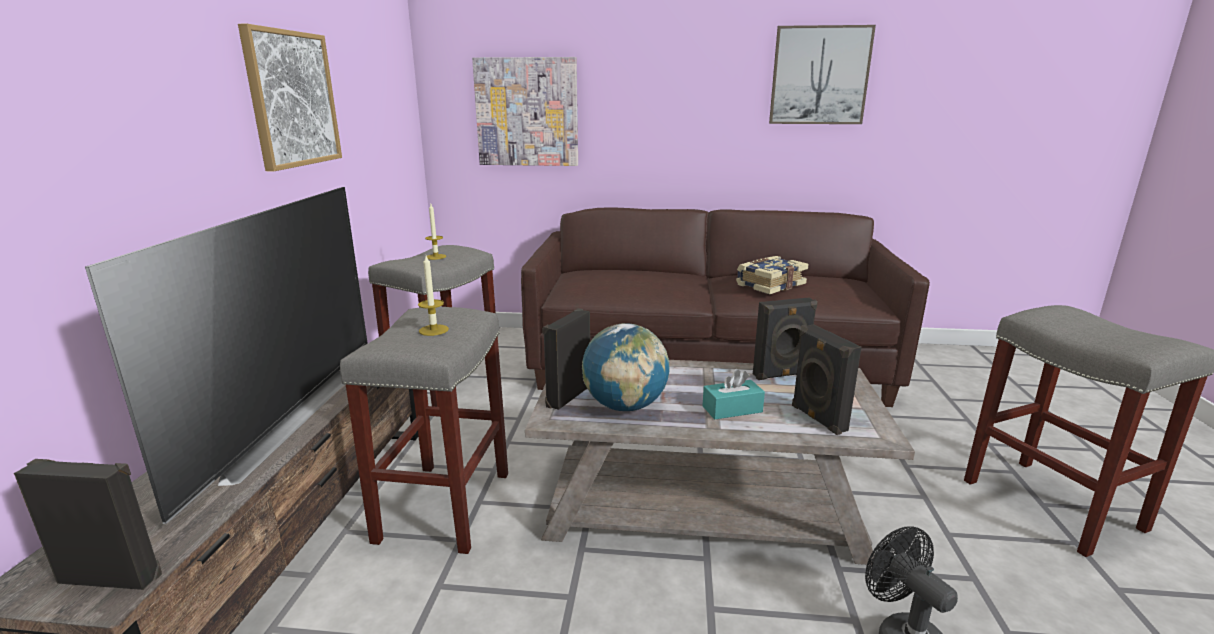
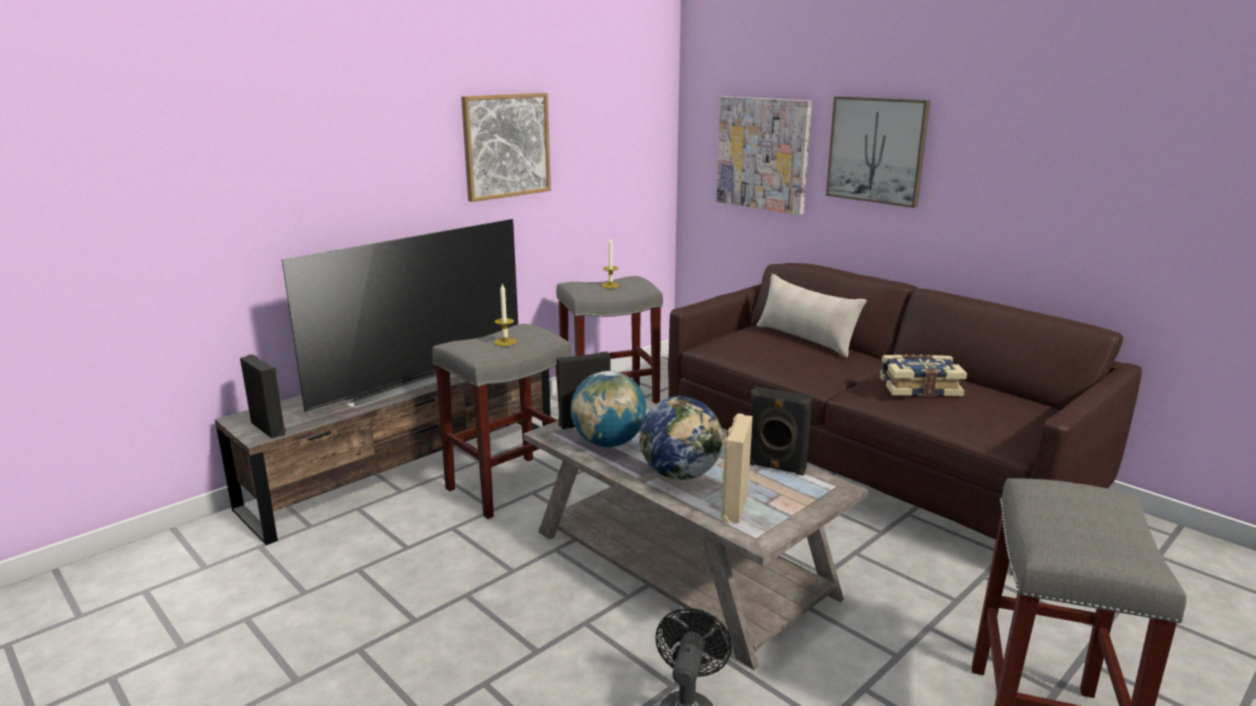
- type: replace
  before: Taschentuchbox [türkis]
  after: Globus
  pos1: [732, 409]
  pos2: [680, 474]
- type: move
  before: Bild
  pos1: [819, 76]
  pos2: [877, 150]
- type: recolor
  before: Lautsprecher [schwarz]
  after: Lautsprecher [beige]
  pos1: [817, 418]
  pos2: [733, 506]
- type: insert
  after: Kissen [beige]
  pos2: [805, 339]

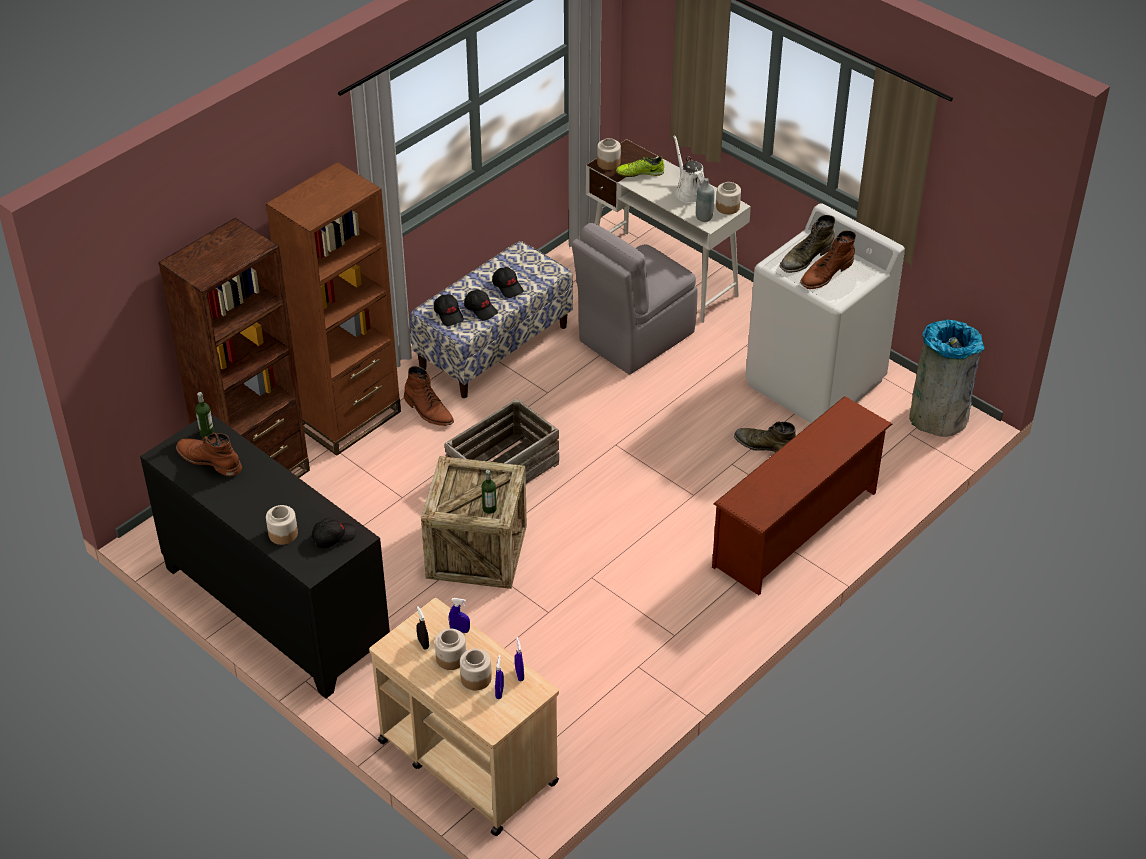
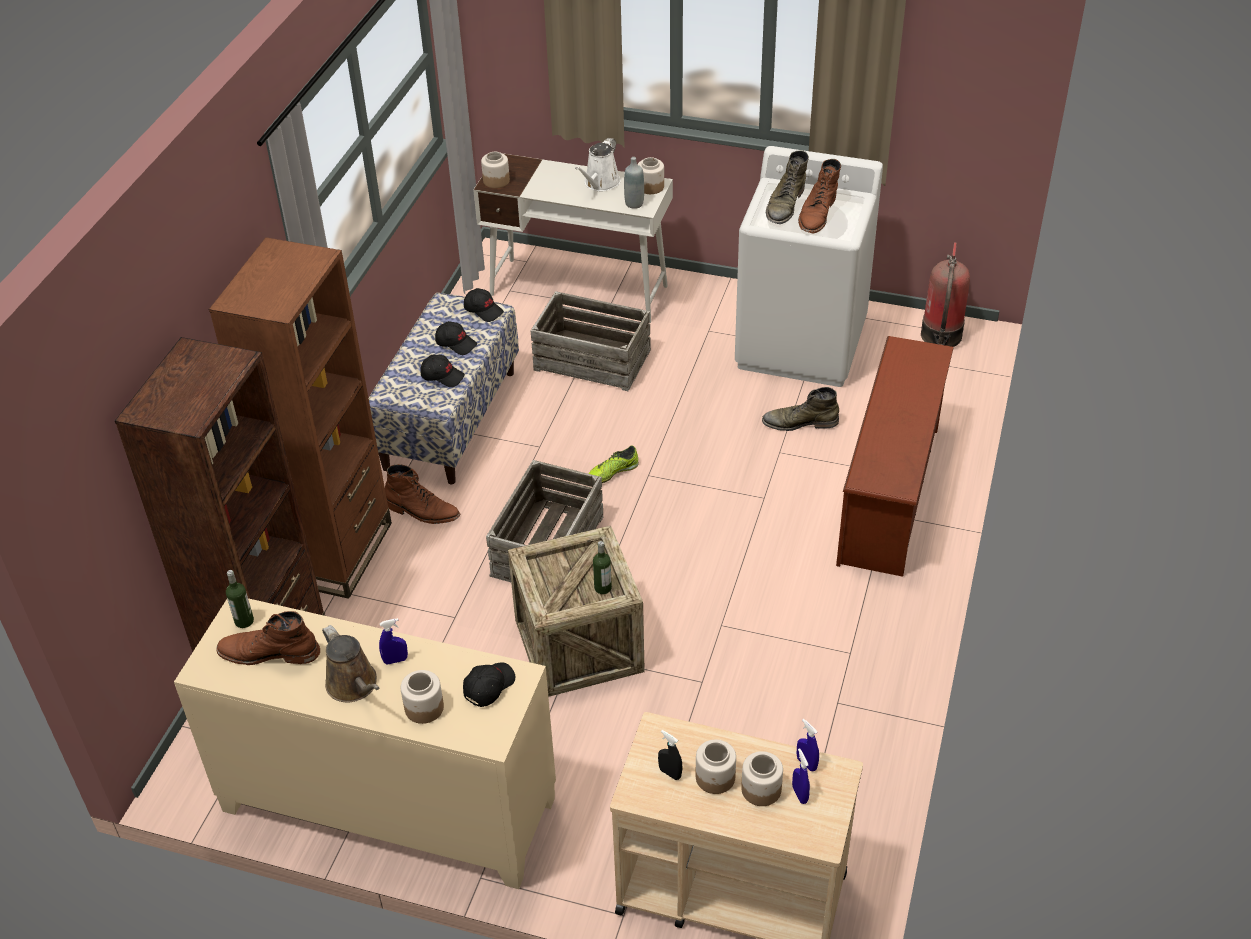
- type: recolor
  before: Schrank [schwarz]
  after: Schrank [beige]
  pos1: [274, 609]
  pos2: [387, 806]
- type: move
  before: Kappe [schwarz]
  pos1: [449, 314]
  pos2: [483, 310]
- type: move
  before: Sprühflasche [blau]
  pos1: [460, 630]
  pos2: [395, 660]
- type: replace
  before: Stuhl [grau]
  after: Kiste
  pos1: [634, 338]
  pos2: [591, 361]
- type: move
  before: Schuh
  pos1: [640, 173]
  pos2: [612, 472]
- type: rotate
  before: Gießkanne [weiß]
  pos1: [689, 191]
  pos2: [600, 183]
  turn: -105
- type: replace
  before: Mülleimer [grau]
  after: Feuerlöscher
  pos1: [938, 418]
  pos2: [941, 338]
- type: insert
  after: Gießkanne [braun]
  pos2: [354, 685]

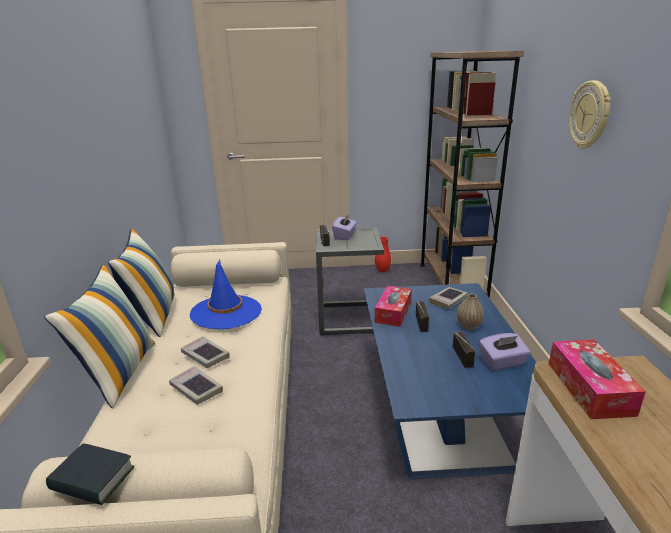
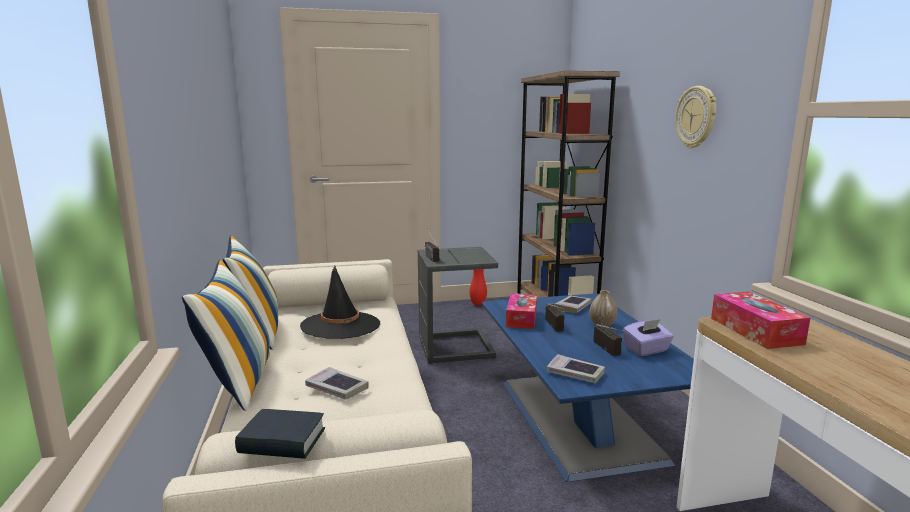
- type: move
  before: Buch
  pos1: [205, 355]
  pos2: [575, 373]
- type: recolor
  before: Hut [blau]
  after: Hut [schwarz]
  pos1: [226, 312]
  pos2: [340, 325]
- type: delete
  before: Taschentuchbox [lila]
  pos1: [345, 236]

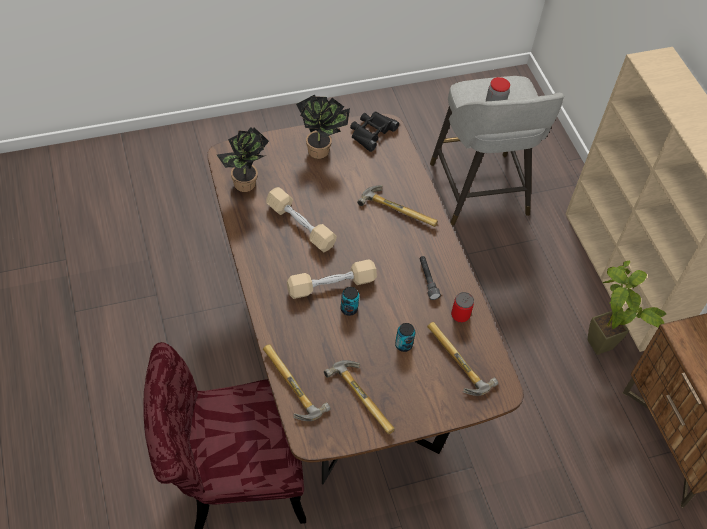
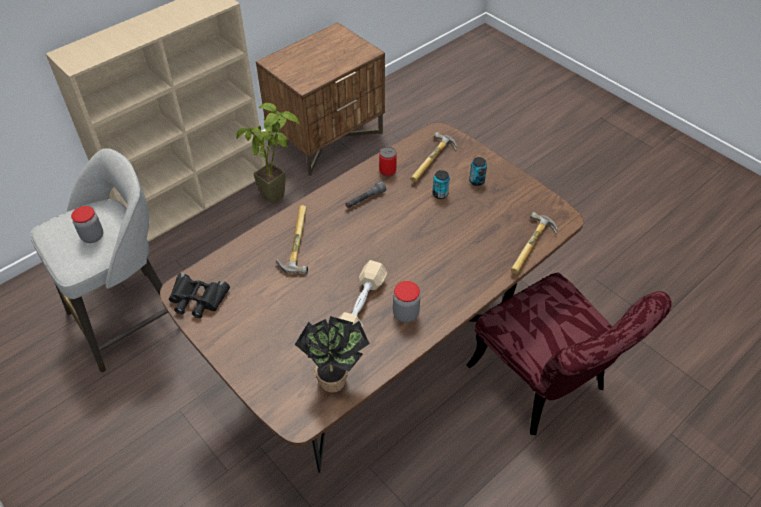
- type: delete
  before: Hantel [beige]
  pos1: [331, 285]
- type: delete
  before: Topfpflanze
  pos1: [321, 150]
- type: delete
  before: Hammer
  pos1: [365, 397]
- type: move
  before: Dose
  pos1: [349, 309]
  pos2: [476, 181]
- type: insert
  after: Vorratsglas
  pos2: [406, 314]

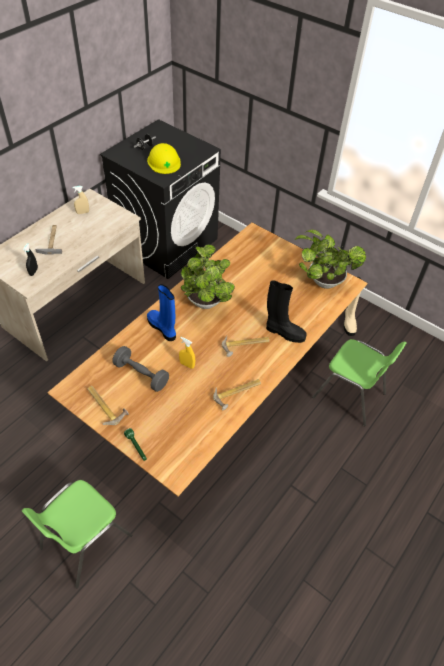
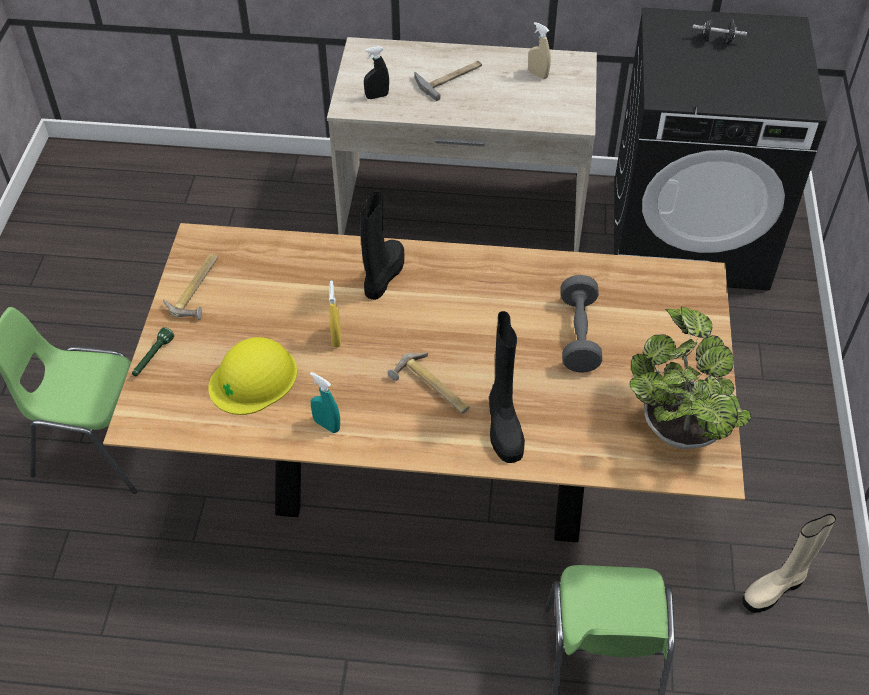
- type: move
  before: Hantel [grau]
  pos1: [141, 374]
  pos2: [578, 335]
- type: move
  before: Schutzhelm [gelb]
  pos1: [164, 161]
  pos2: [253, 378]
- type: recolor
  before: Stiefel [blau]
  after: Stiefel [schwarz]
  pos1: [163, 328]
  pos2: [383, 275]
- type: delete
  before: Topfpflanze
  pos1: [206, 304]
- type: replace
  before: Hammer
  after: Sprühflasche [türkis]
  pos1: [237, 394]
  pos2: [327, 425]

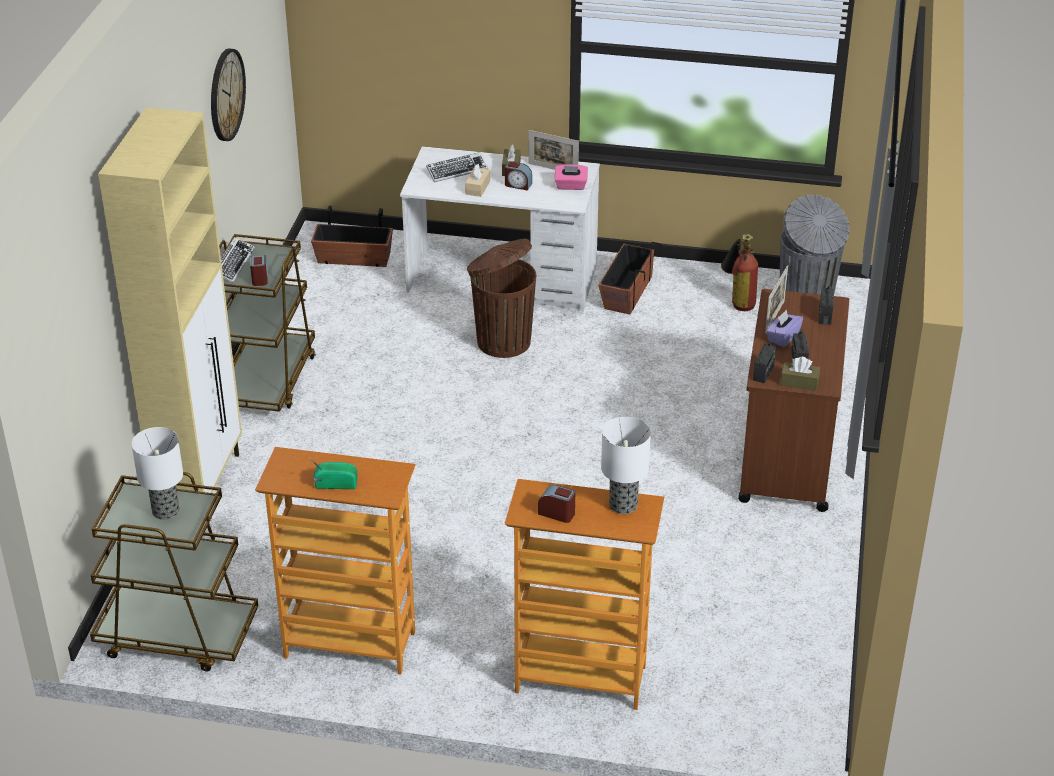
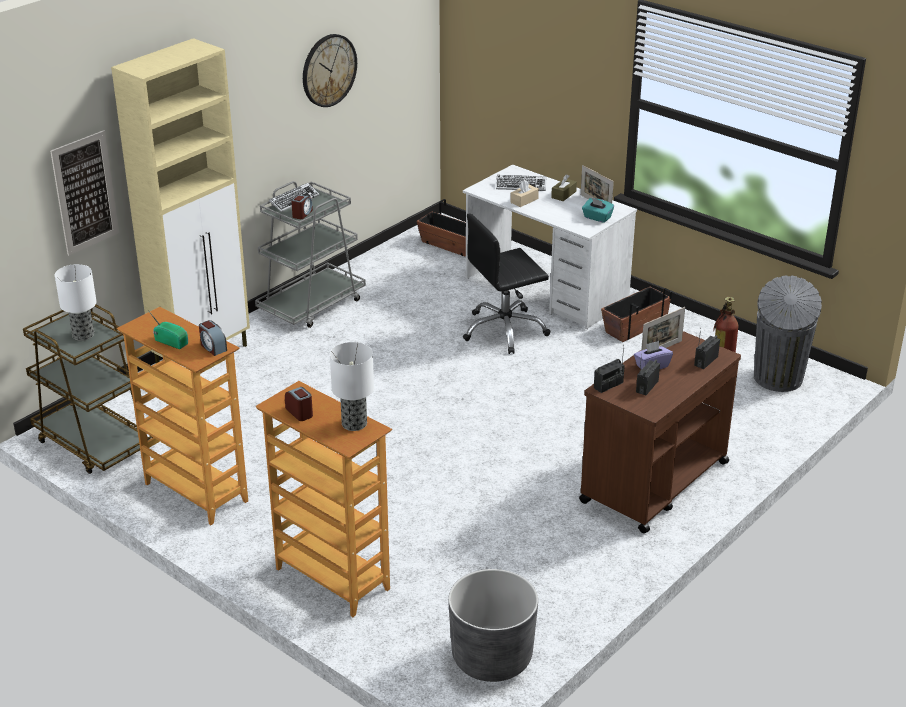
- type: recolor
  before: Rollwagen [braun]
  after: Rollwagen [grau]
  pos1: [267, 380]
  pos2: [312, 305]
- type: replace
  before: Mülleimer [braun]
  after: Bürostuhl [schwarz]
  pos1: [502, 341]
  pos2: [504, 330]
- type: move
  before: Wecker
  pos1: [517, 185]
  pos2: [213, 347]
- type: recolor
  before: Taschentuchbox [rosa]
  after: Taschentuchbox [türkis]
  pos1: [570, 186]
  pos2: [597, 218]
- type: delete
  before: Taschentuchbox [braun]
  pos1: [799, 382]
- type: insert
  after: Bild
  pos2: [85, 193]
- type: insert
  after: Pflanzkübel [grau]
  pos2: [492, 657]

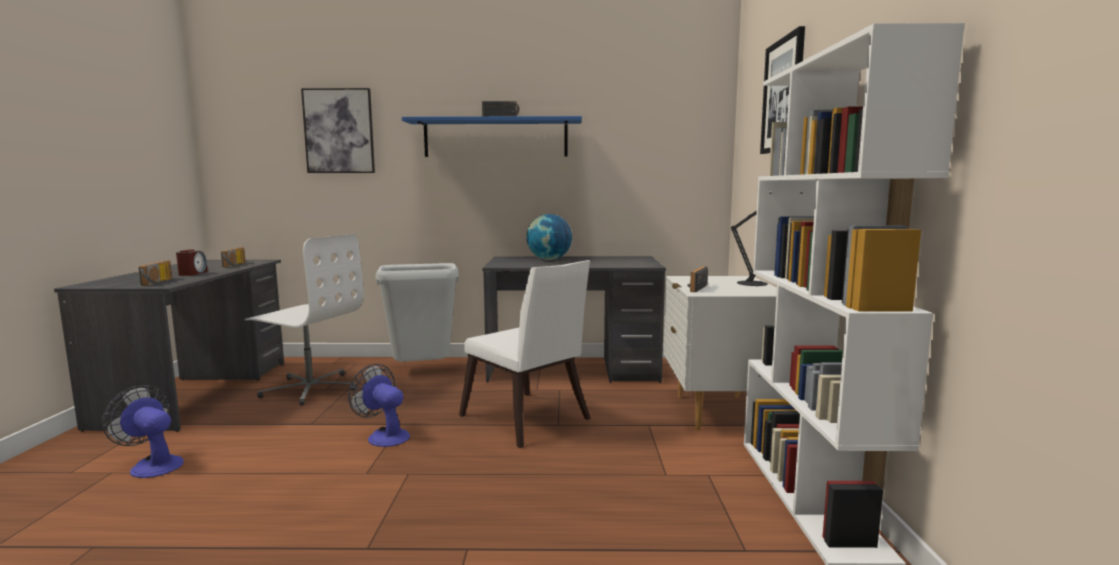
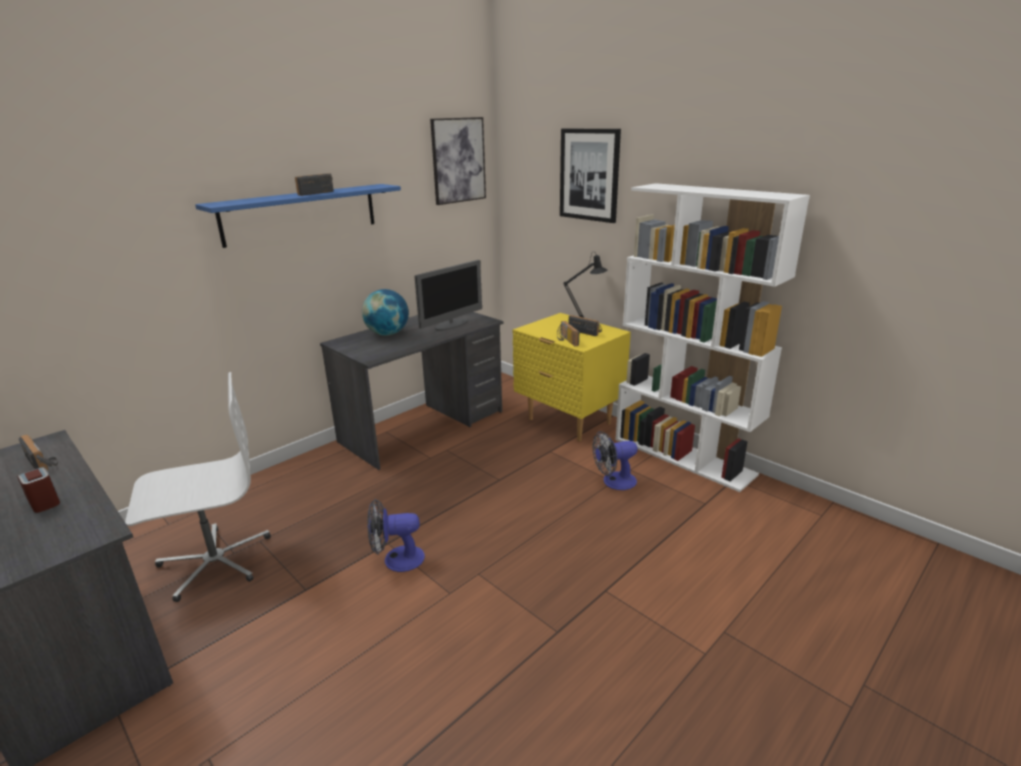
- type: move
  before: Ventilator
  pos1: [152, 465]
  pos2: [614, 482]
- type: move
  before: Radio
  pos1: [161, 282]
  pos2: [585, 331]
- type: move
  before: Bild
  pos1: [339, 131]
  pos2: [458, 160]
- type: delete
  before: Mülleimer [grau]
  pos1: [422, 371]
- type: delete
  before: Stuhl [weiß]
  pos1: [528, 421]
- type: recolor
  before: Nachttisch [weiß]
  after: Nachttisch [gelb]
  pos1: [717, 412]
  pos2: [568, 422]
- type: insert
  after: Monitor
  pos2: [452, 325]

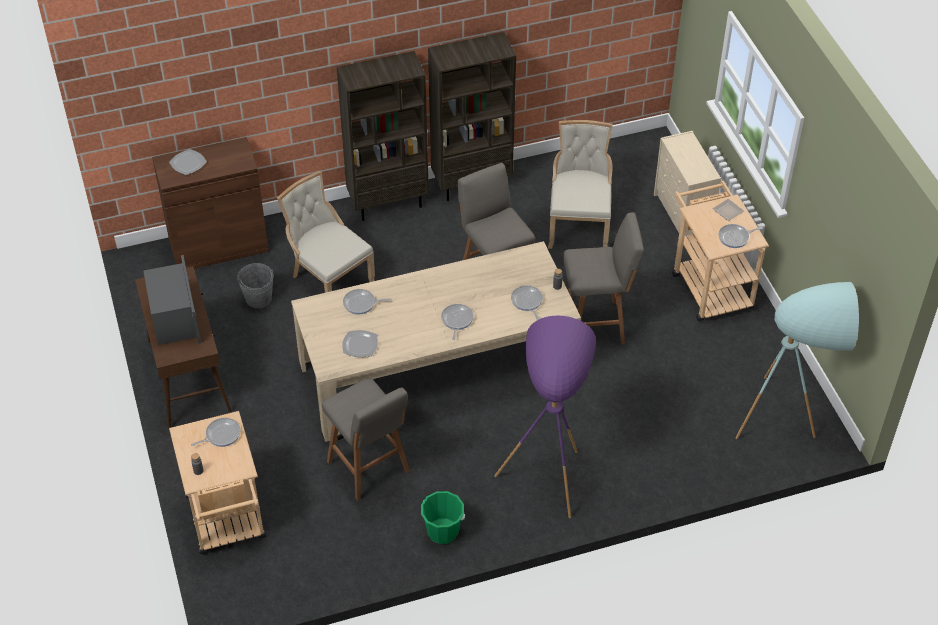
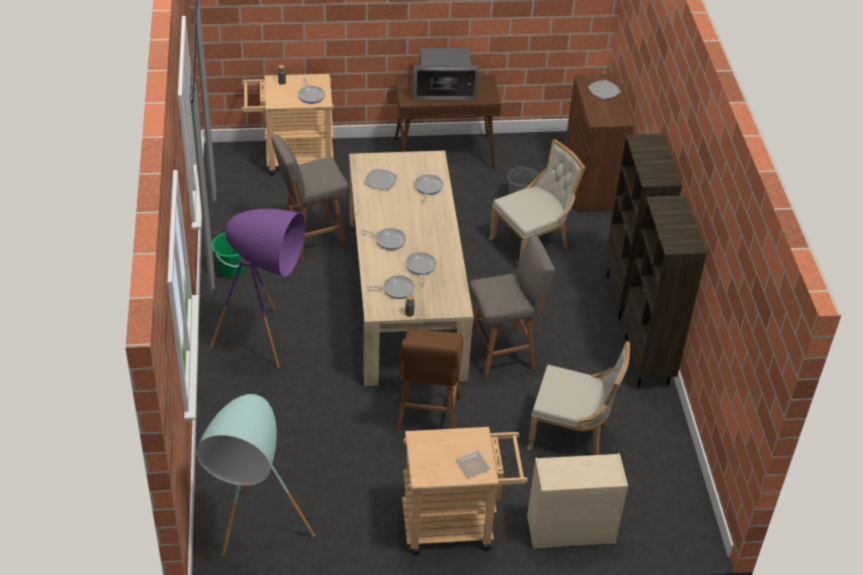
- type: recolor
  before: Hocker [grau]
  after: Hocker [braun]
  pos1: [596, 324]
  pos2: [427, 417]
- type: move
  before: Pfanne
  pos1: [735, 237]
  pos2: [420, 267]

